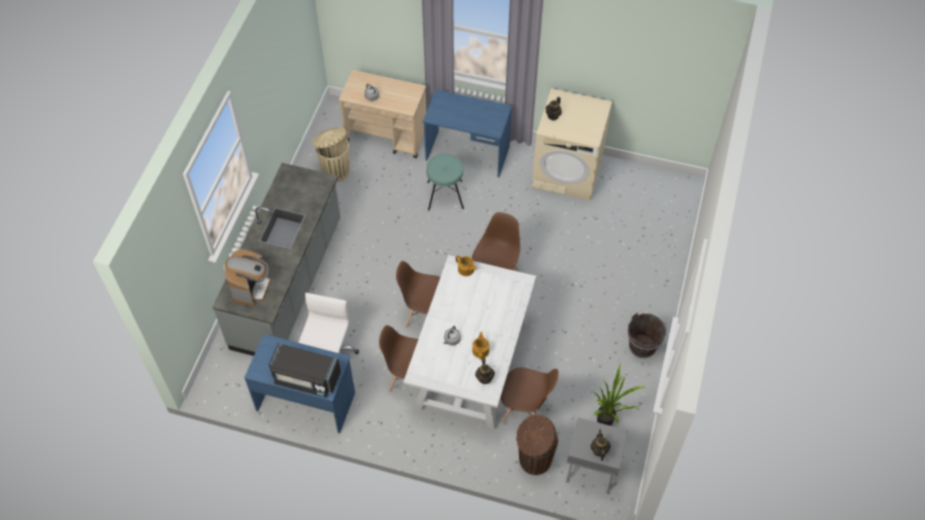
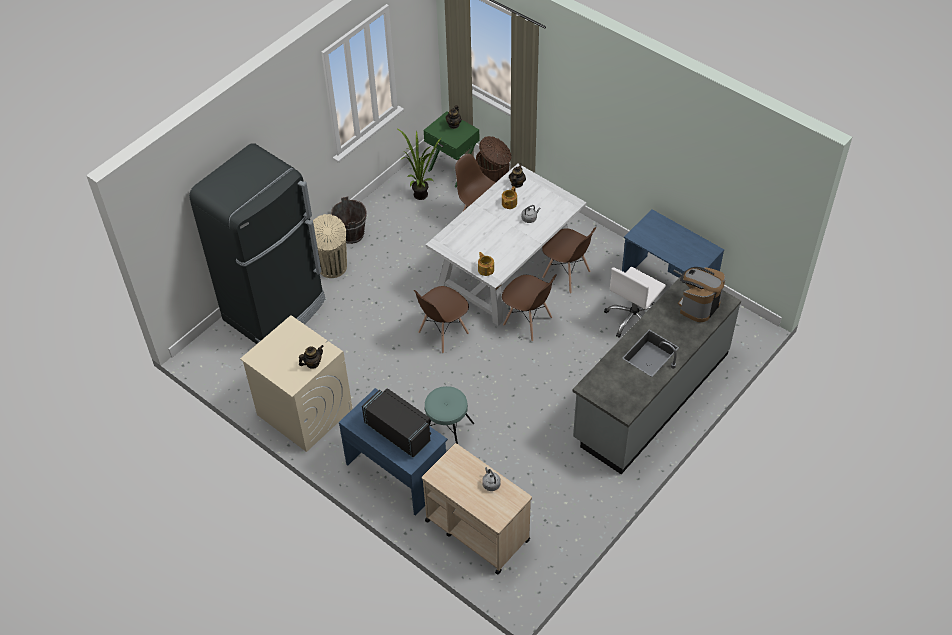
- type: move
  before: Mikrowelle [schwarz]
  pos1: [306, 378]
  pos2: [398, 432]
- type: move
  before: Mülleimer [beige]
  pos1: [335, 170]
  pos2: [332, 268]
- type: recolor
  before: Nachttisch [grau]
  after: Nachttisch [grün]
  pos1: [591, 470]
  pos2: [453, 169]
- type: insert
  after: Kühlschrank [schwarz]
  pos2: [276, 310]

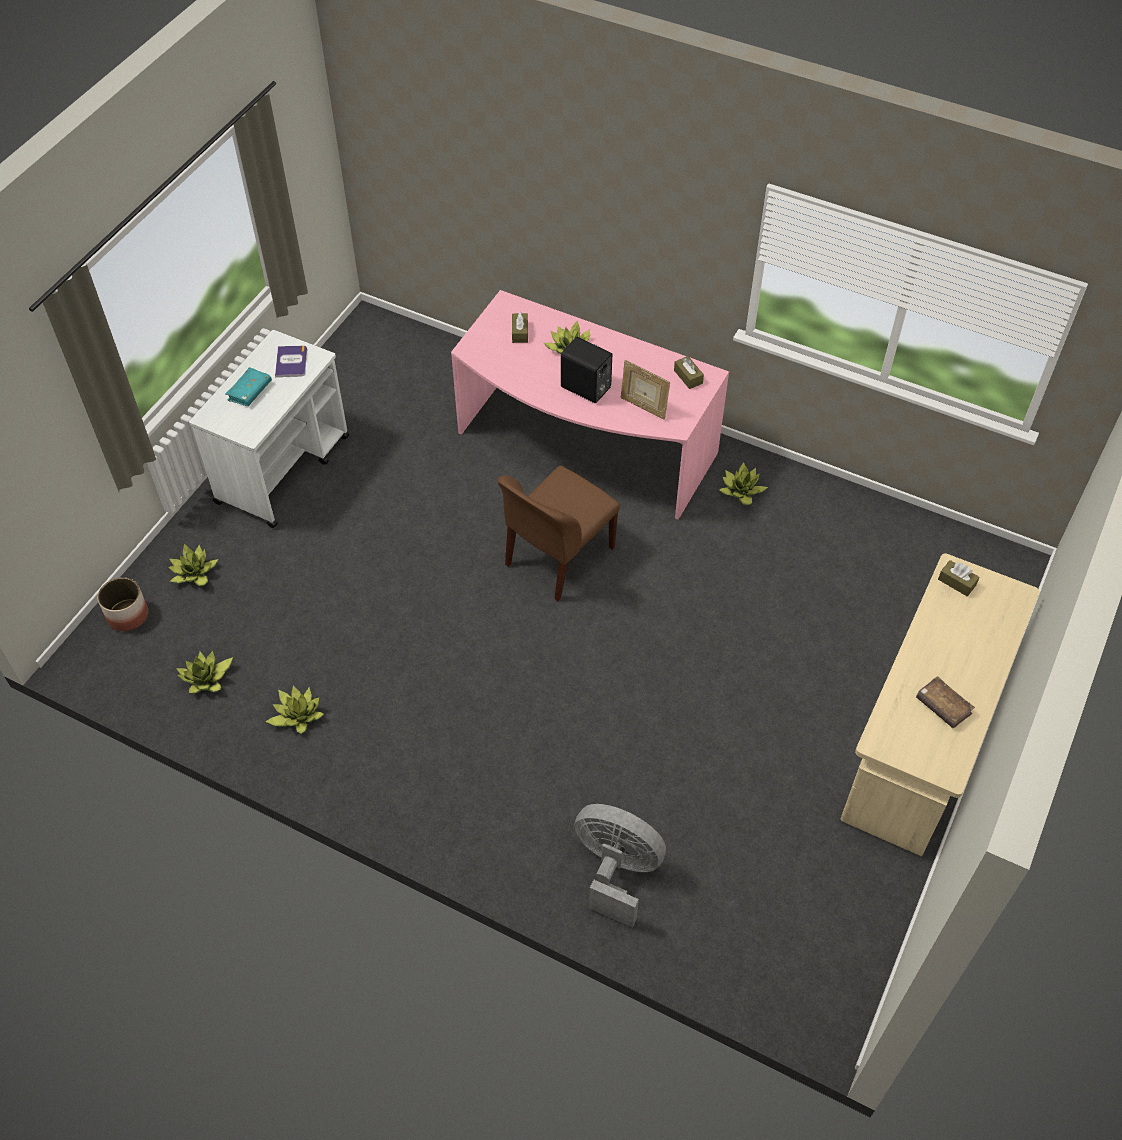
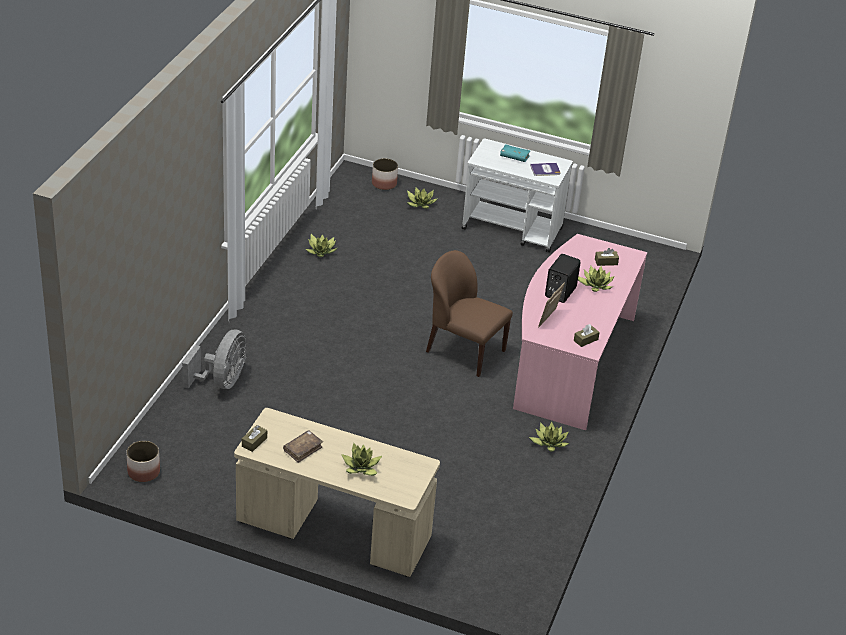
- type: move
  before: Topfpflanze
  pos1: [207, 679]
  pos2: [361, 467]
- type: move
  before: Taschentuchbox [braun]
  pos1: [956, 582]
  pos2: [254, 442]
- type: insert
  after: Pflanzkübel
  pos2: [144, 471]

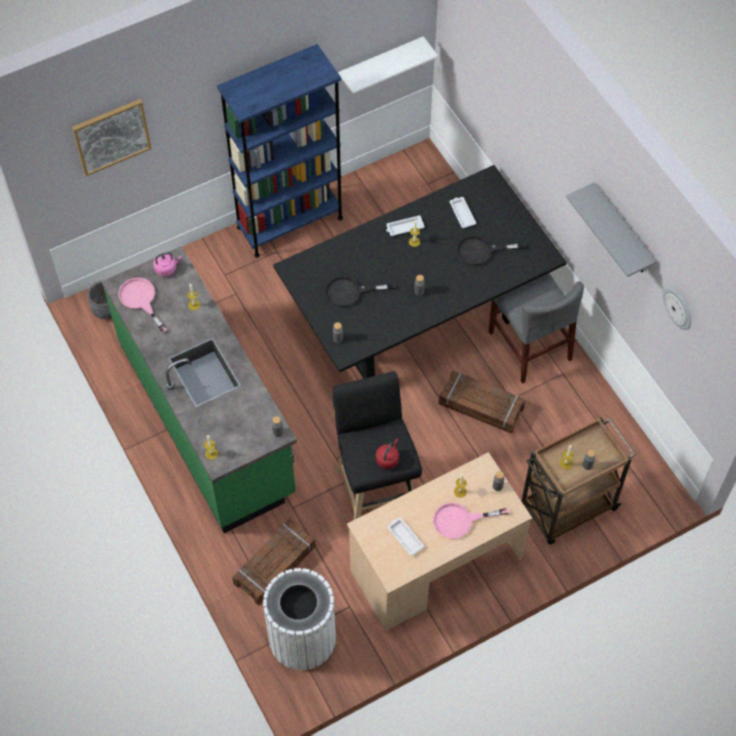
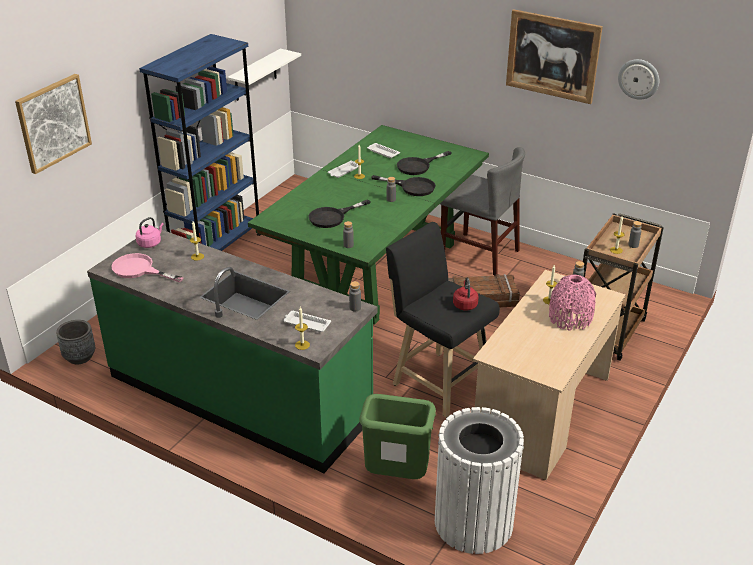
- type: replace
  before: Kiste
  after: Mülleimer [grün]
  pos1: [275, 565]
  pos2: [397, 476]
- type: recolor
  before: Esstisch [schwarz]
  after: Esstisch [grün]
  pos1: [416, 319]
  pos2: [375, 269]
- type: move
  before: Tablett [weiß]
  pos1: [405, 537]
  pos2: [306, 324]
- type: replace
  before: Pfanne [rosa]
  after: Vase [rosa]
  pos1: [460, 521]
  pos2: [570, 318]
- type: replace
  before: Wandregal [grau]
  after: Bild
  pos1: [622, 231]
  pos2: [552, 56]
- type: insert
  after: Pfanne [schwarz]
  pos2: [411, 187]

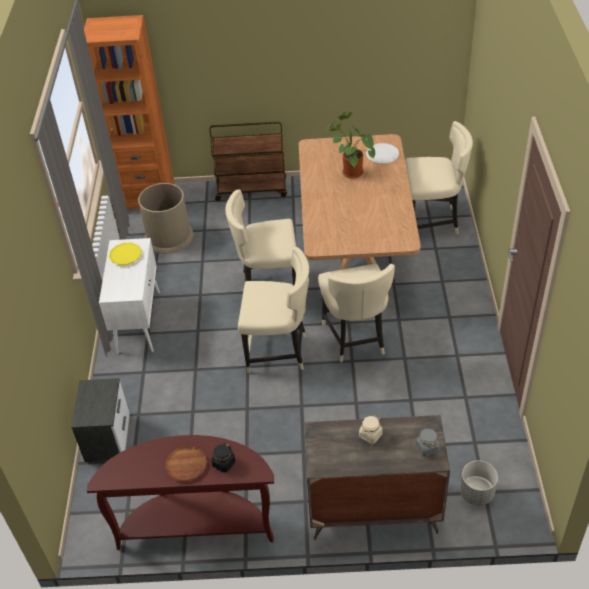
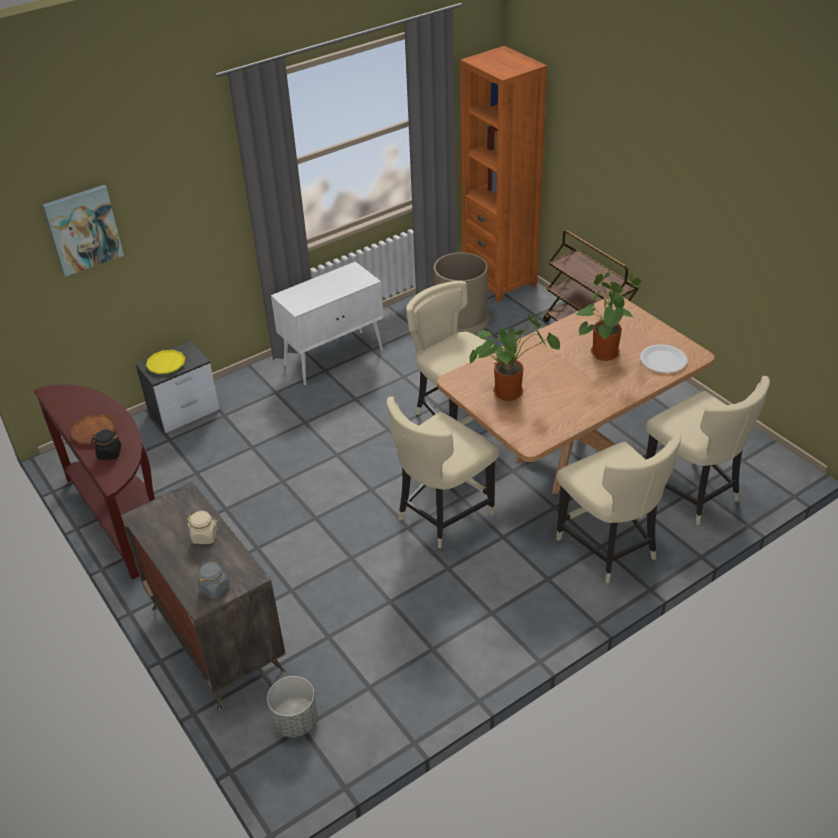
- type: move
  before: Teller [gelb]
  pos1: [126, 256]
  pos2: [166, 364]
- type: move
  before: Stuhl [beige]
  pos1: [278, 352]
  pos2: [609, 548]
- type: insert
  after: Bild
  pos2: [83, 229]
- type: insert
  after: Topfpflanze
  pos2: [510, 391]

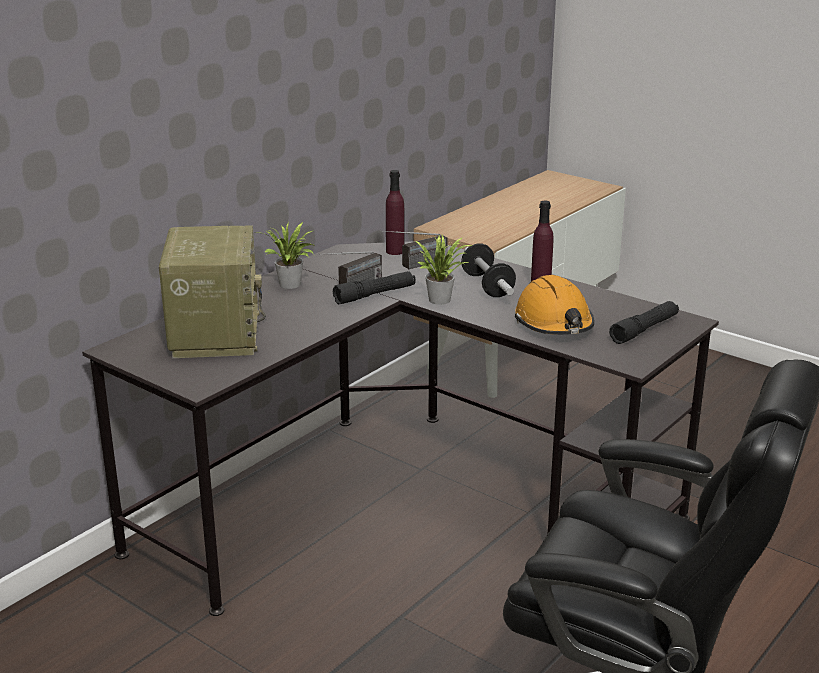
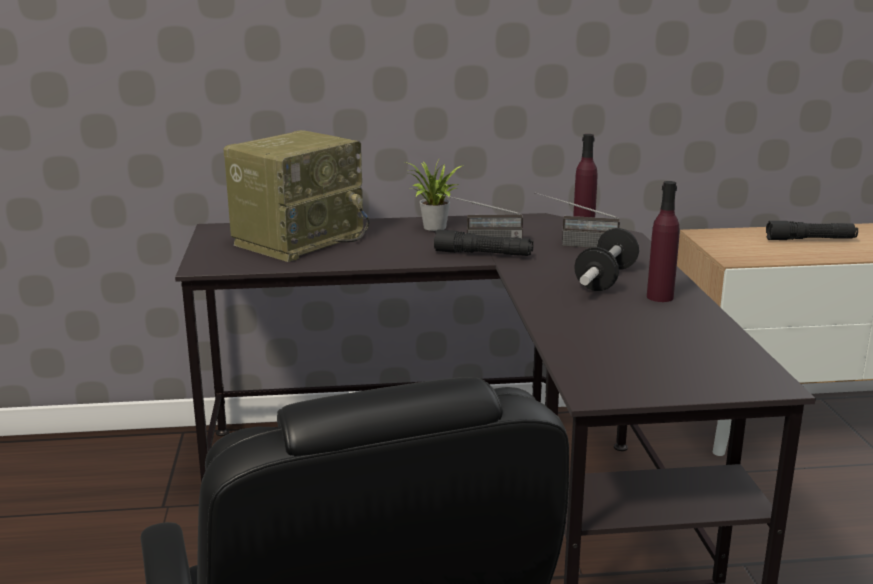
- type: delete
  before: Topfpflanze
  pos1: [442, 299]
- type: delete
  before: Schutzhelm [orange]
  pos1: [554, 323]
- type: move
  before: Taschenlampe [schwarz]
  pos1: [644, 329]
  pos2: [810, 239]

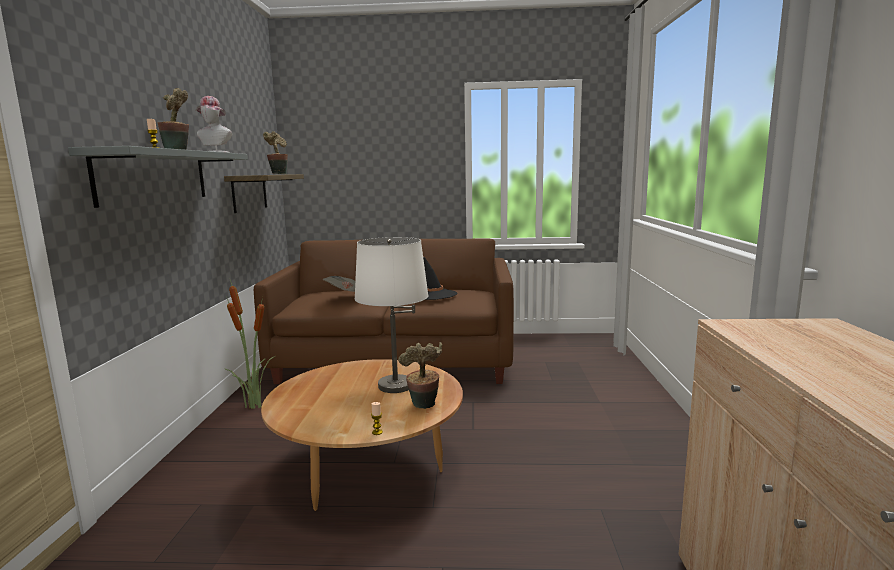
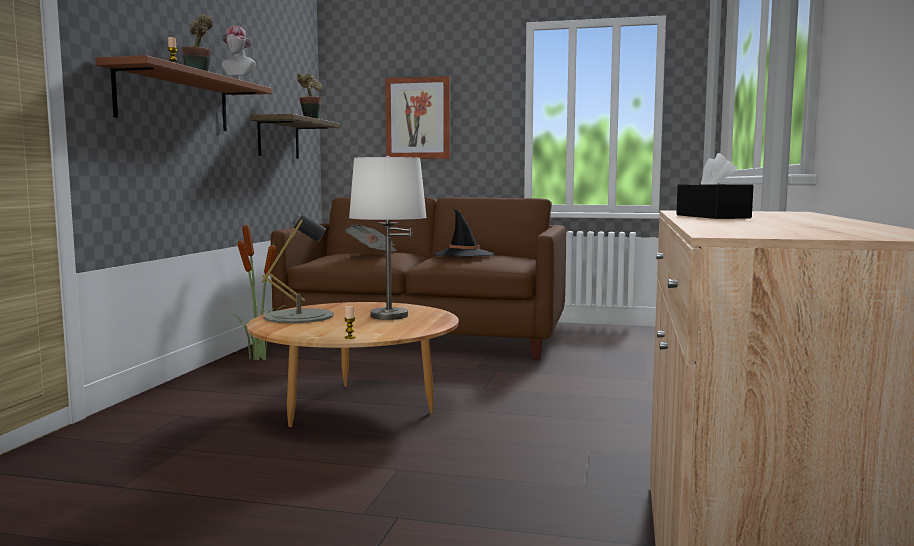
- type: recolor
  before: Wandregal [grau]
  after: Wandregal [braun]
  pos1: [154, 176]
  pos2: [175, 100]
- type: delete
  before: Topfpflanze
  pos1: [423, 407]
- type: insert
  after: Tischlampe [grau]
  pos2: [299, 316]
- type: insert
  after: Bild
  pos2: [418, 118]
- type: insert
  after: Taschentuchbox [schwarz]
  pos2: [712, 216]

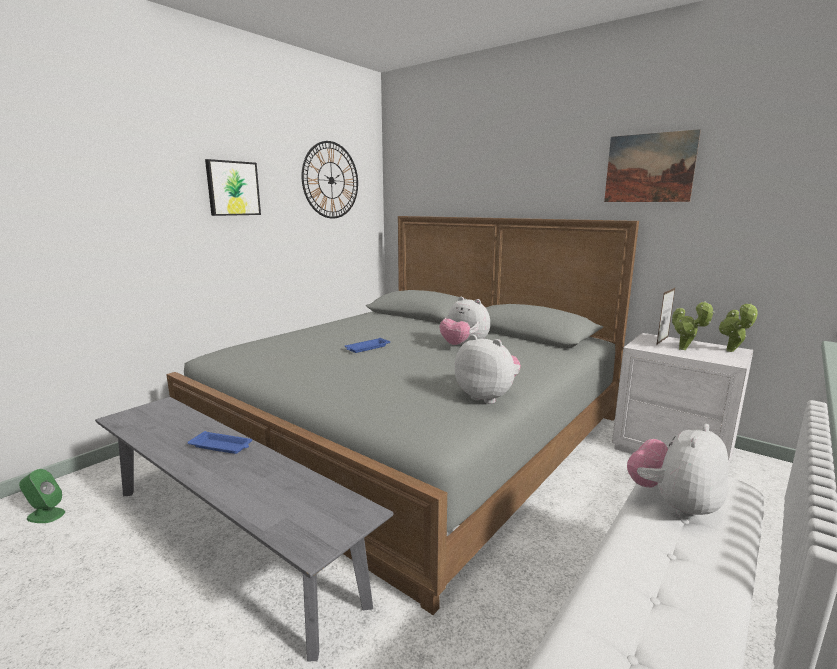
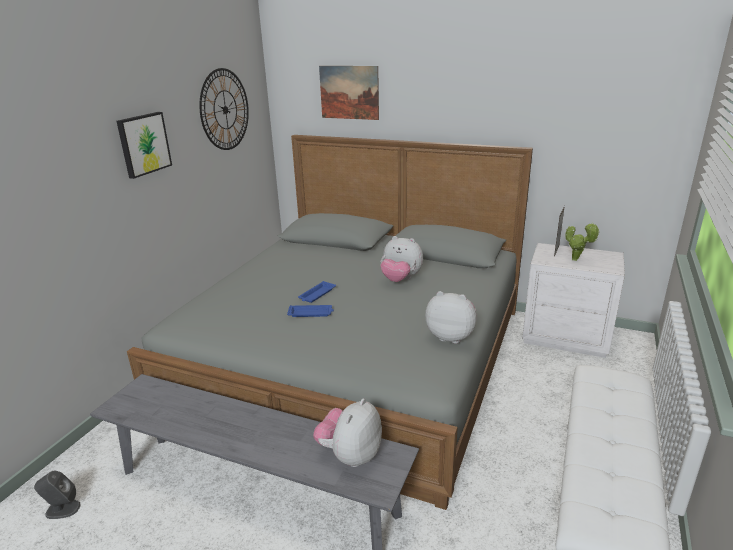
- type: recolor
  before: Lautsprecher [grün]
  after: Lautsprecher [grau]
  pos1: [45, 515]
  pos2: [62, 509]
- type: move
  before: Tablett [blau]
  pos1: [222, 446]
  pos2: [311, 313]
- type: move
  before: Bild
  pos1: [649, 168]
  pos2: [349, 92]
- type: move
  before: Plüschtier
  pos1: [673, 505]
  pos2: [350, 455]
- type: delete
  before: Topfpflanze
  pos1: [731, 351]

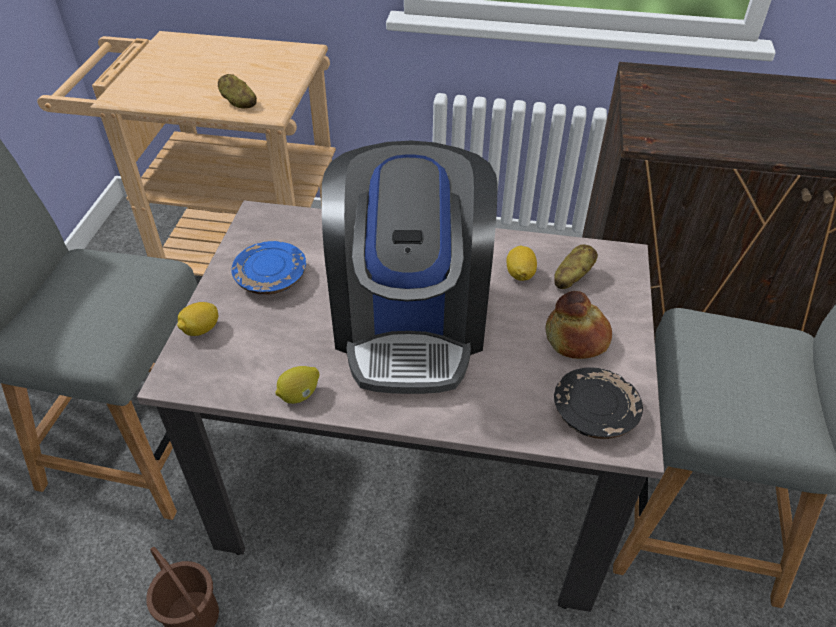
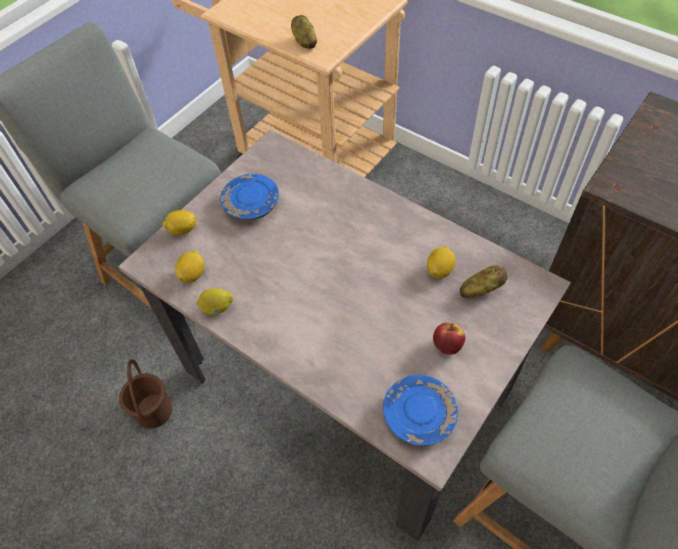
- type: delete
  before: Kaffeemaschine
  pos1: [410, 321]
- type: replace
  before: Brot
  after: Apfel
  pos1: [575, 338]
  pos2: [447, 345]
- type: recolor
  before: Teller [schwarz]
  after: Teller [blau]
  pos1: [594, 412]
  pos2: [419, 415]
- type: insert
  after: Zitrone
  pos2: [192, 274]

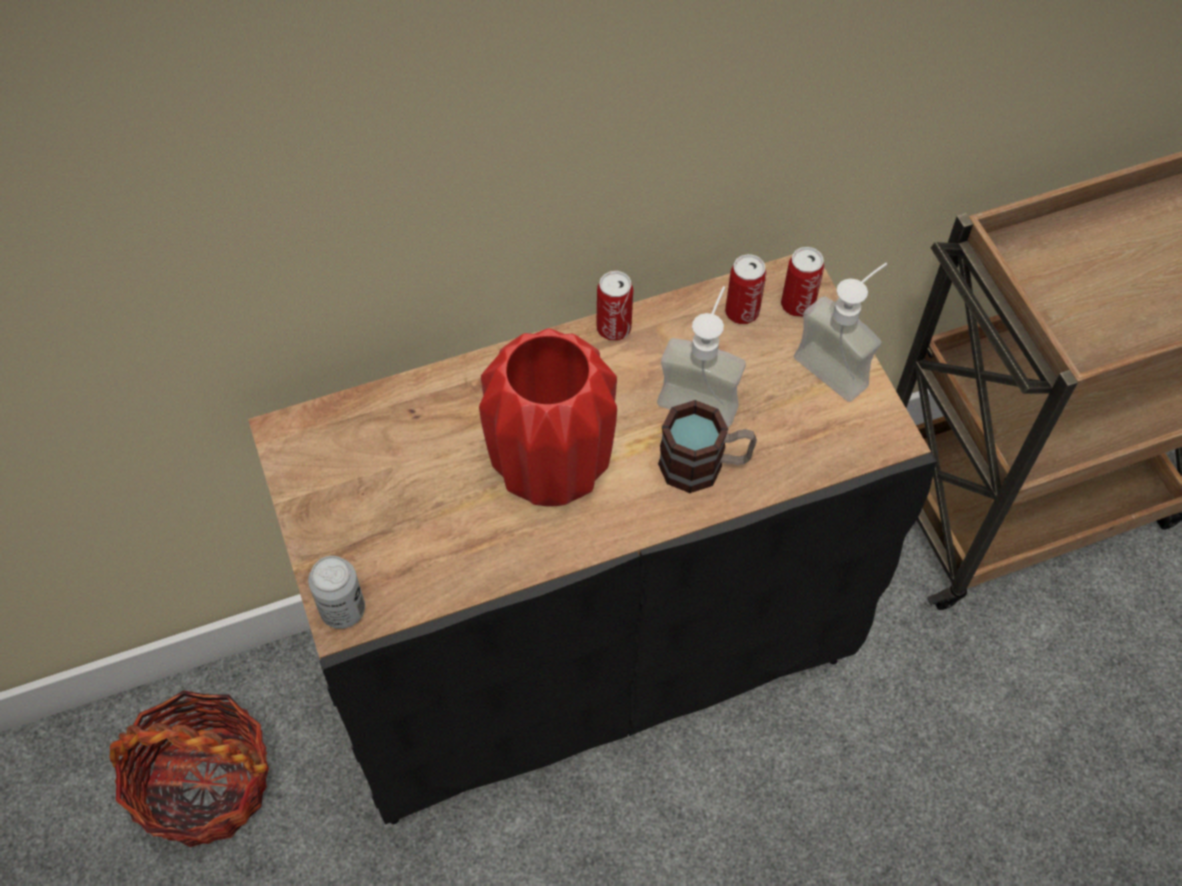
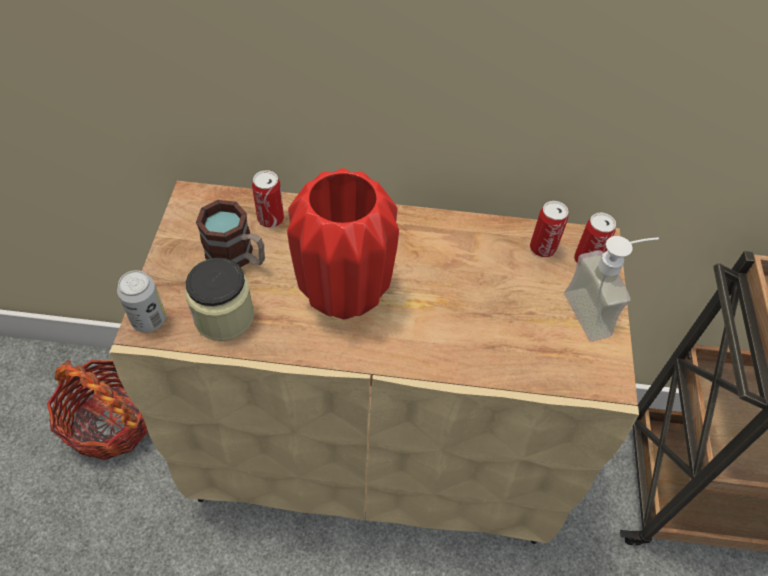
- type: recolor
  before: Schrank [schwarz]
  after: Schrank [beige]
  pos1: [590, 653]
  pos2: [376, 456]
- type: move
  before: Dose
  pos1: [613, 328]
  pos2: [270, 219]
- type: delete
  before: Seifenspender
  pos1: [702, 392]
- type: move
  before: Henkelbecher
  pos1: [704, 465]
  pos2: [238, 257]
- type: insert
  after: Vorratsglas
  pos2: [224, 317]

